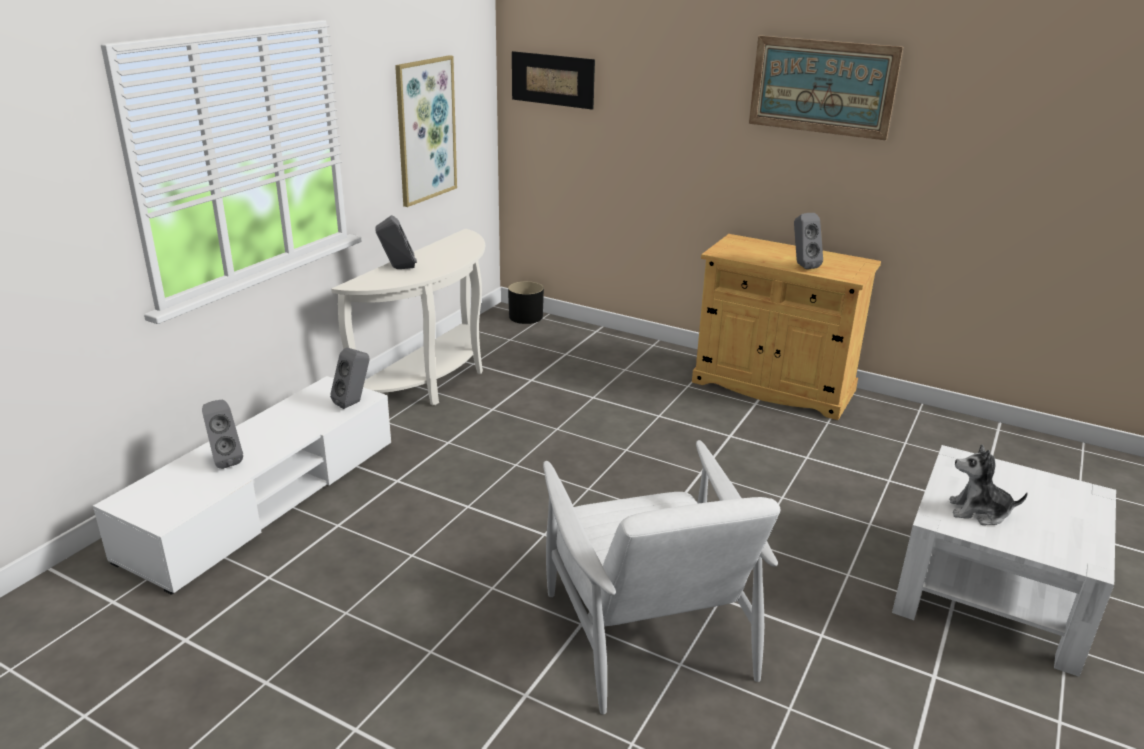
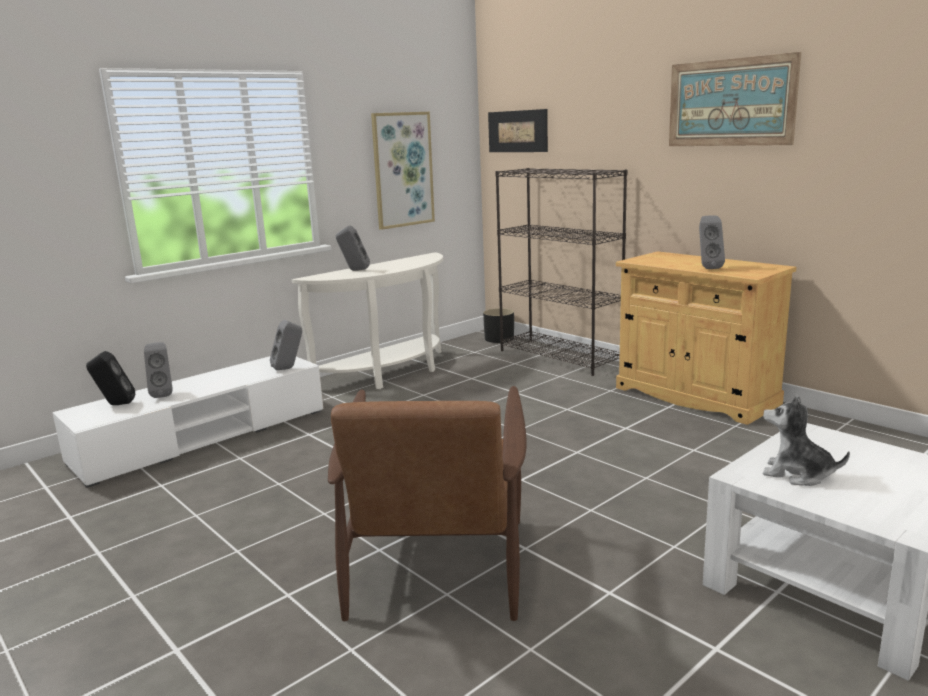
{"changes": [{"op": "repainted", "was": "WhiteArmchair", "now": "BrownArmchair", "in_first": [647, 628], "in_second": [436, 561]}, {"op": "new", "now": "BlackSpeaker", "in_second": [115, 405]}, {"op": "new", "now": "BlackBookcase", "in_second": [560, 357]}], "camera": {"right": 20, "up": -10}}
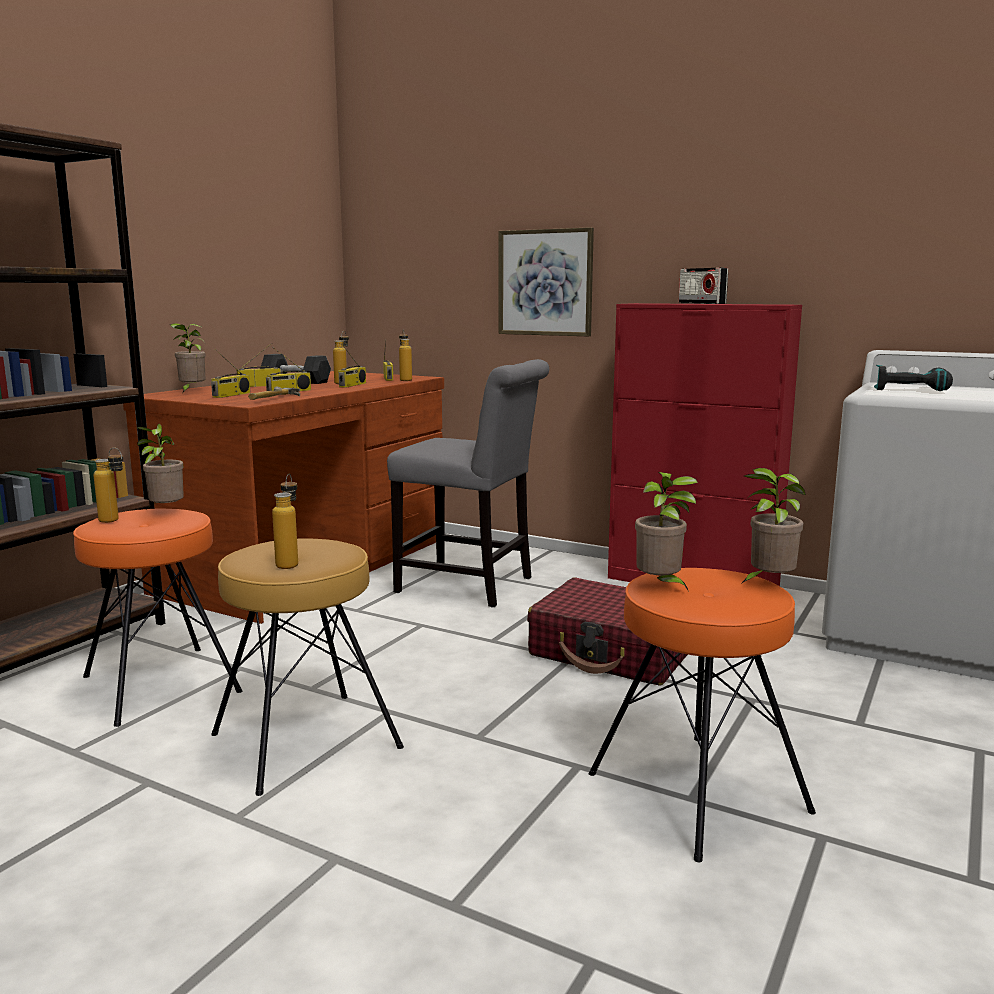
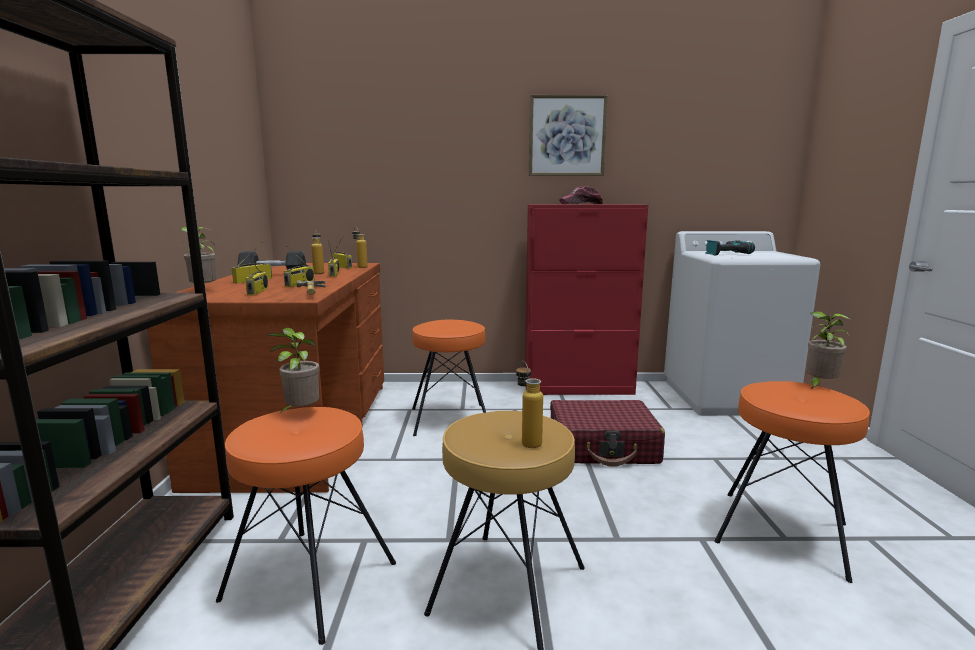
{"changes": [{"op": "gone", "was": "Bottle", "in_first": [115, 521]}, {"op": "swapped", "was": "GreyChair", "now": "OrangeStool", "in_first": [471, 586], "in_second": [450, 419]}, {"op": "shifted", "was": "Picture", "in_first": [545, 282], "in_second": [567, 136]}, {"op": "gone", "was": "PottedPlant", "in_first": [661, 587]}, {"op": "swapped", "was": "Radio", "now": "Cap", "in_first": [701, 303], "in_second": [581, 204]}], "camera": {"right": -30, "up": 0}}
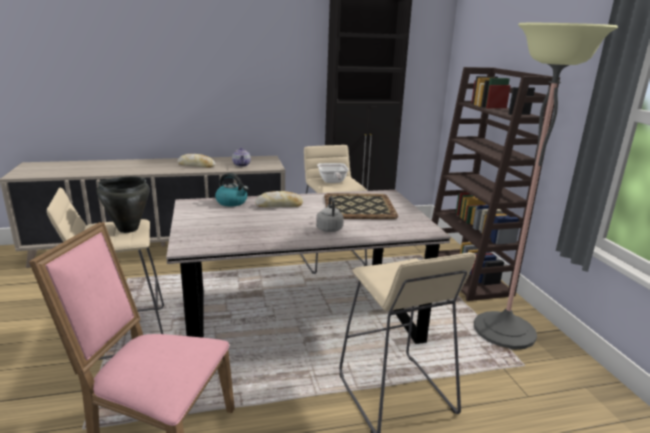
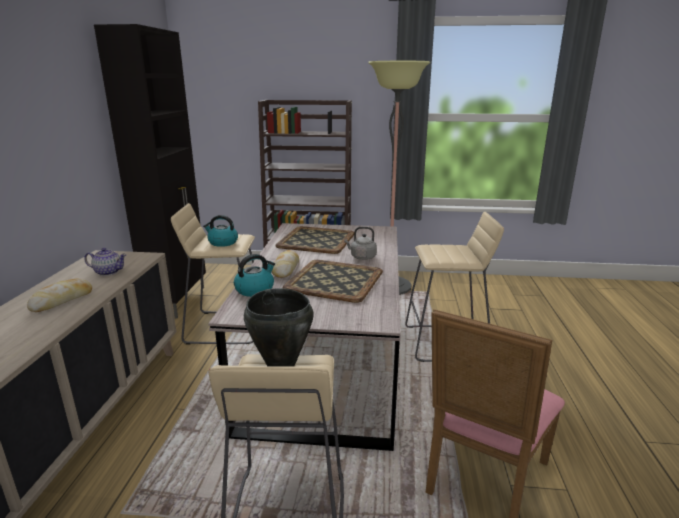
{"changes": [{"op": "swapped", "was": "FryingPan", "now": "Kettle", "in_first": [332, 182], "in_second": [222, 242]}, {"op": "new", "now": "Tray", "in_second": [334, 280]}], "camera": {"right": -70, "up": 0}}
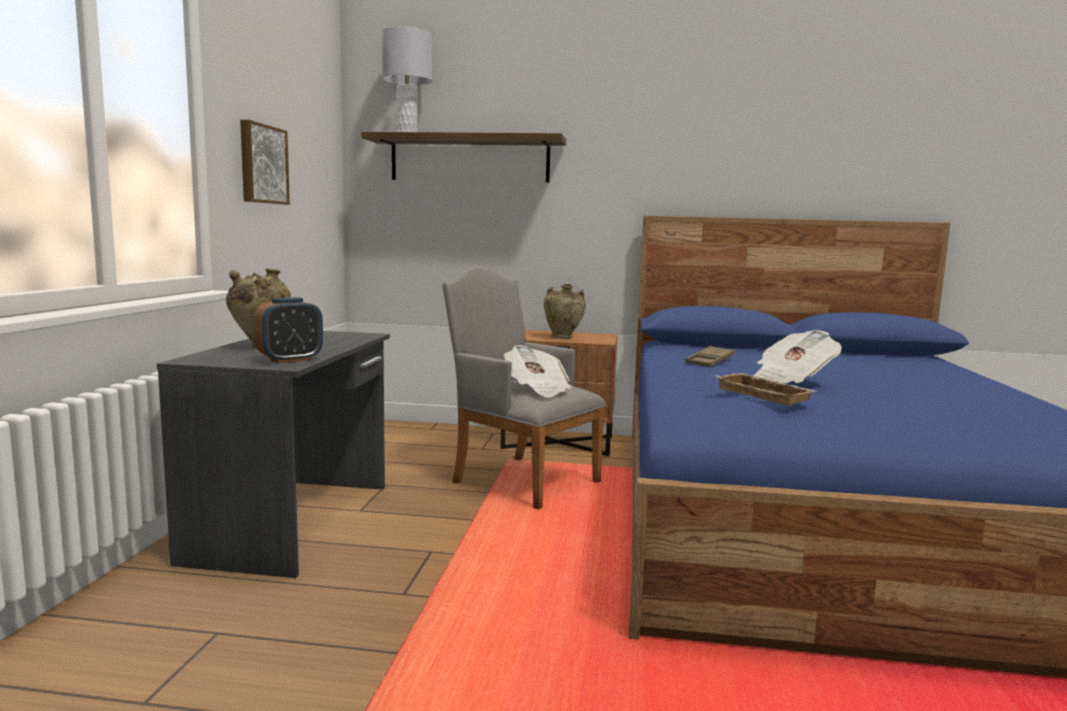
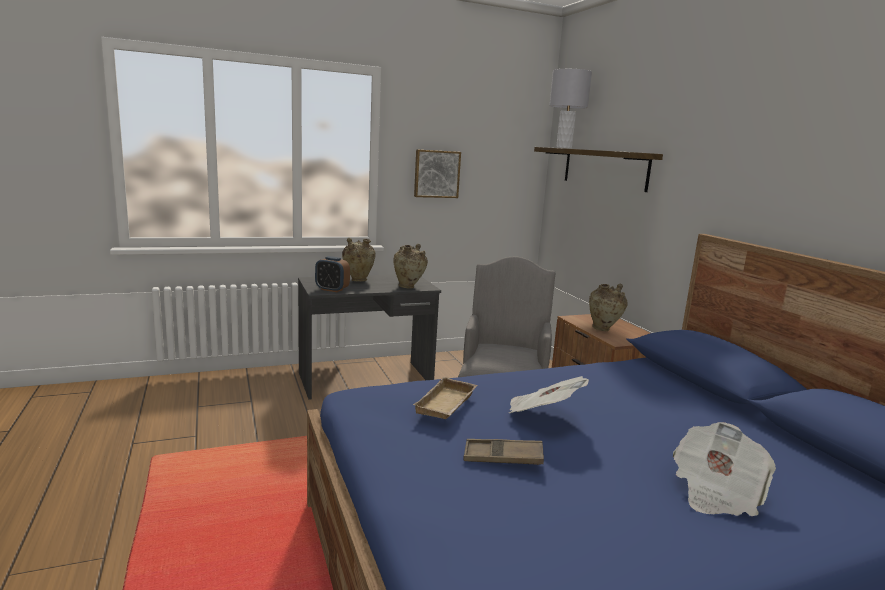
{"changes": [{"op": "shifted", "was": "Newspaper", "in_first": [537, 389], "in_second": [716, 492]}, {"op": "shifted", "was": "BrownTray", "in_first": [710, 361], "in_second": [503, 457]}, {"op": "new", "now": "BeigeVase", "in_second": [409, 287]}], "camera": {"right": 60, "up": 5}}
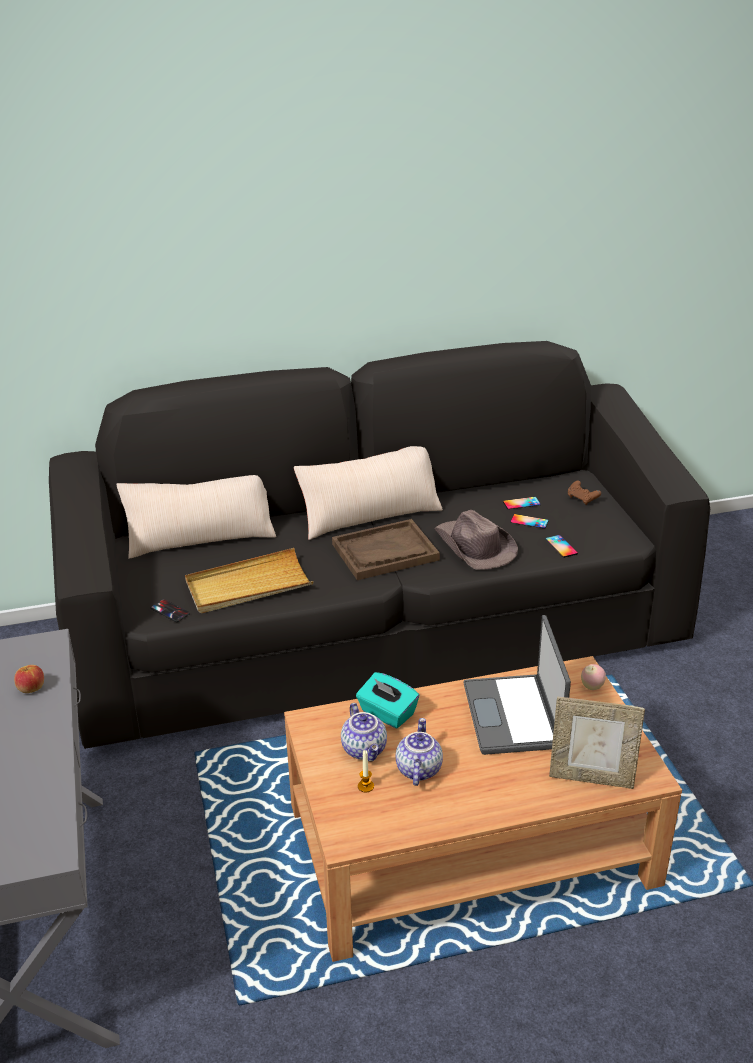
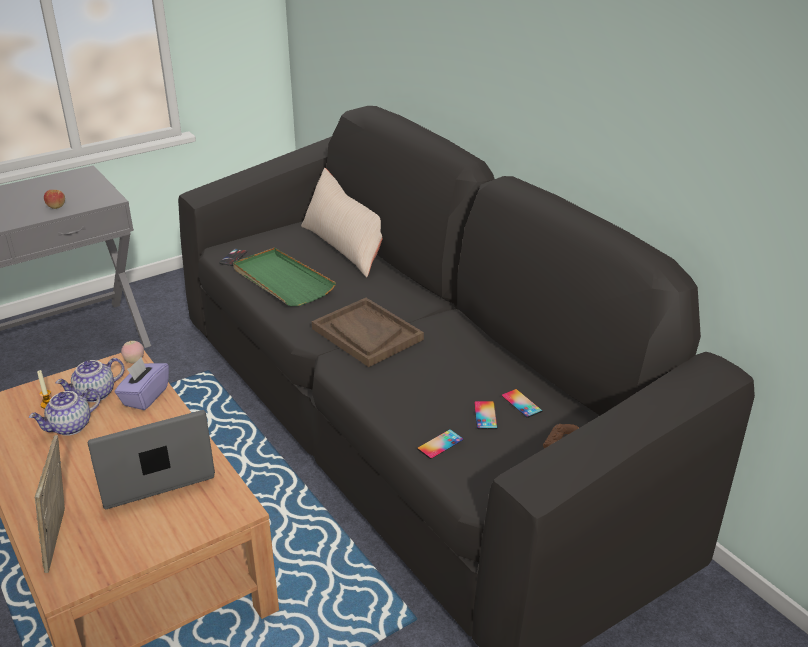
{"changes": [{"op": "repainted", "was": "BeigeTray", "now": "GreenTray", "in_first": [248, 585], "in_second": [282, 280]}, {"op": "gone", "was": "BeigePillow", "in_first": [370, 516]}, {"op": "repainted", "was": "TurquoiseTissueBox", "now": "PurpleTissueBox", "in_first": [387, 714], "in_second": [145, 396]}, {"op": "rotated", "was": "Teapot", "in_first": [417, 769], "in_second": [70, 427], "clockwise": 150}, {"op": "gone", "was": "BrownHat", "in_first": [474, 546]}, {"op": "shifted", "was": "Apple", "in_first": [592, 687], "in_second": [134, 361]}], "camera": {"right": 70, "up": 0}}
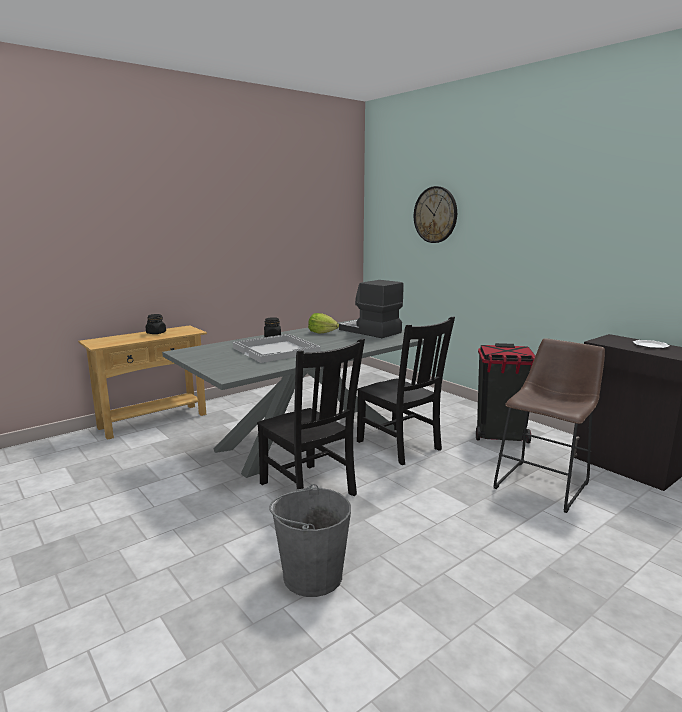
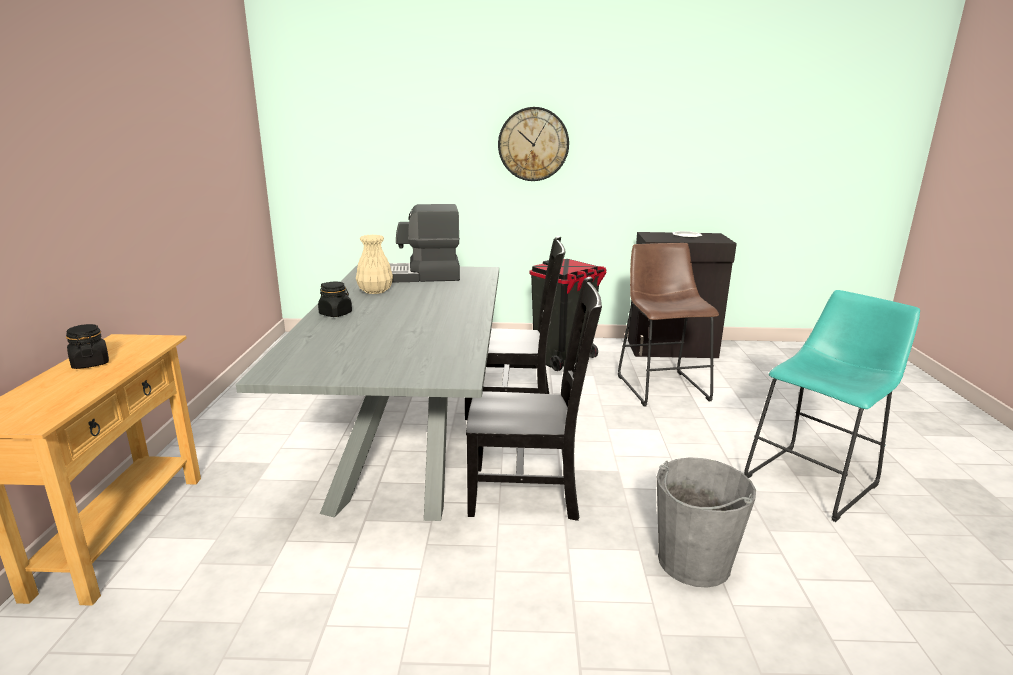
{"changes": [{"op": "gone", "was": "WhiteTray", "in_first": [277, 350]}, {"op": "swapped", "was": "Lettuce", "now": "BeigeVase", "in_first": [322, 332], "in_second": [374, 291]}, {"op": "shifted", "was": "WallClock", "in_first": [435, 215], "in_second": [533, 144]}, {"op": "new", "now": "TurquoiseStool", "in_second": [815, 479]}], "camera": {"right": -50, "up": 5}}
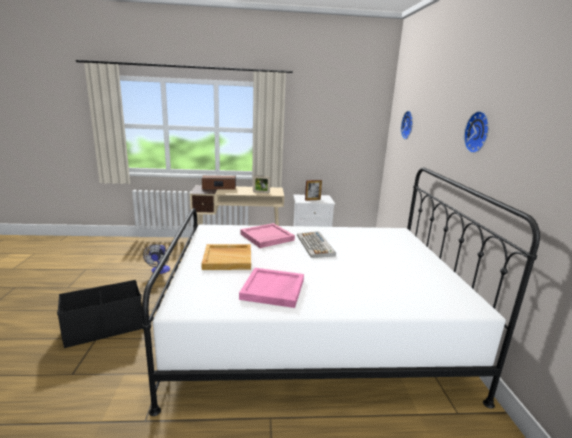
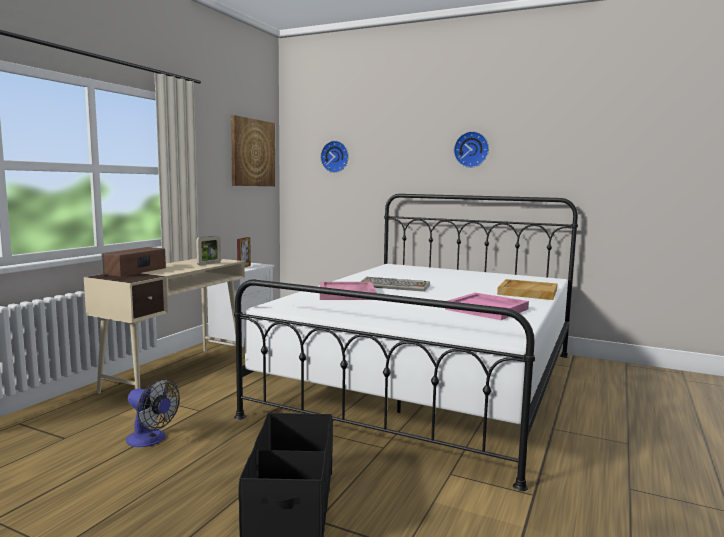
{"changes": [{"op": "shifted", "was": "BeigeTray", "in_first": [228, 259], "in_second": [527, 292]}, {"op": "new", "now": "Picture", "in_second": [252, 153]}], "camera": {"right": -60, "up": -10}}
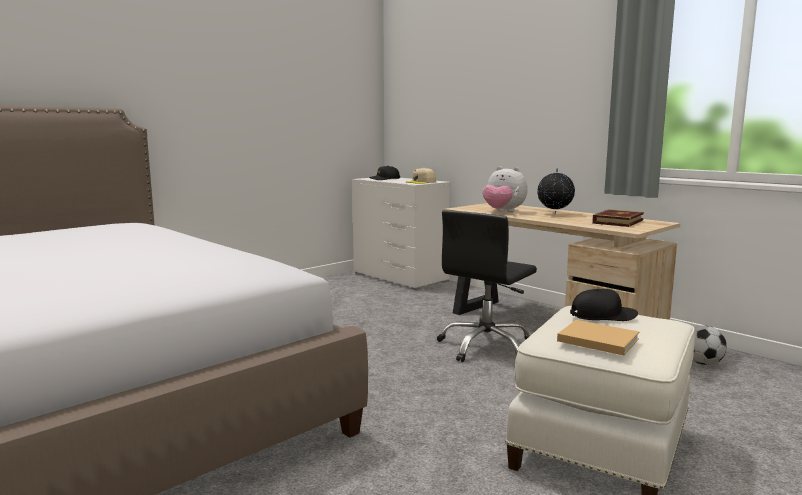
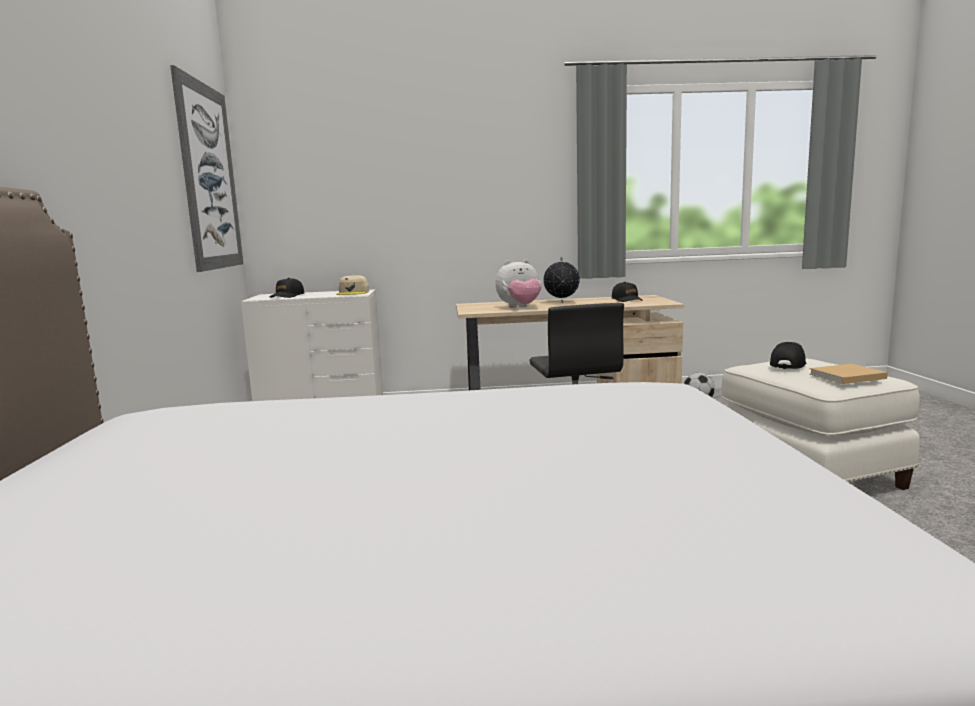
{"changes": [{"op": "swapped", "was": "Book", "now": "BlackCap", "in_first": [618, 221], "in_second": [627, 300]}, {"op": "new", "now": "Picture", "in_second": [209, 177]}], "camera": {"right": -50, "up": 0}}
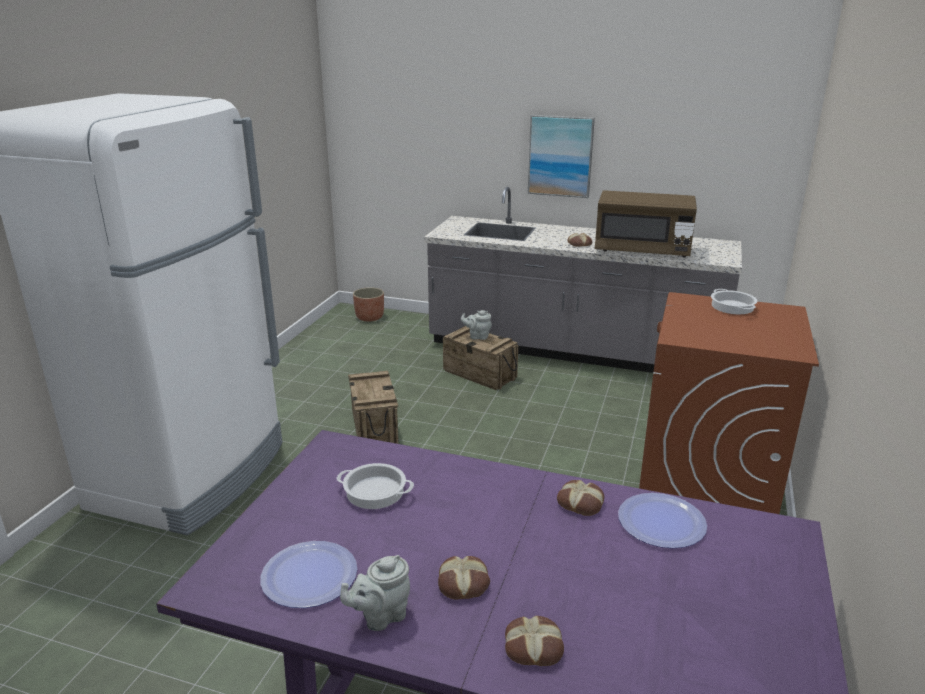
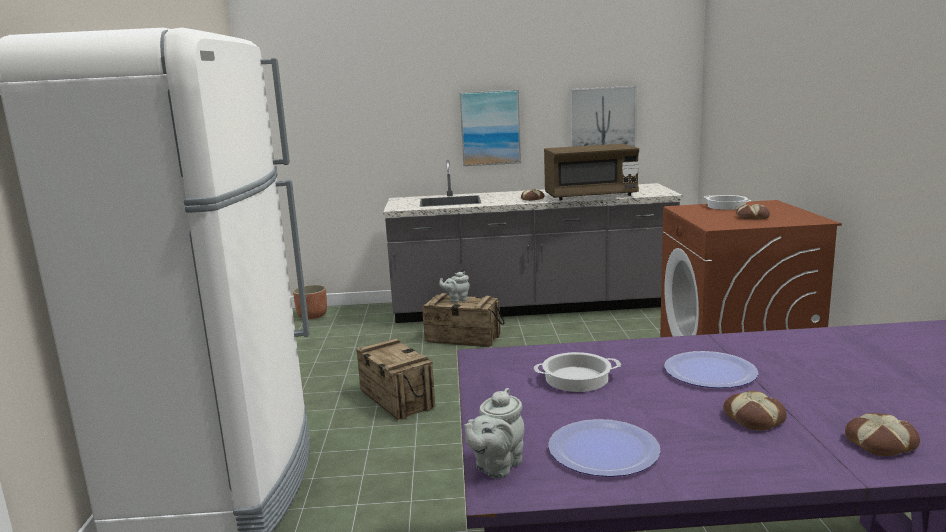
{"changes": [{"op": "shifted", "was": "GreyTeapot", "in_first": [380, 616], "in_second": [496, 466]}, {"op": "shifted", "was": "Bread", "in_first": [581, 502], "in_second": [752, 217]}, {"op": "shifted", "was": "Plate", "in_first": [661, 522], "in_second": [710, 372]}, {"op": "new", "now": "Picture", "in_second": [602, 121]}], "camera": {"right": -20, "up": -10}}
